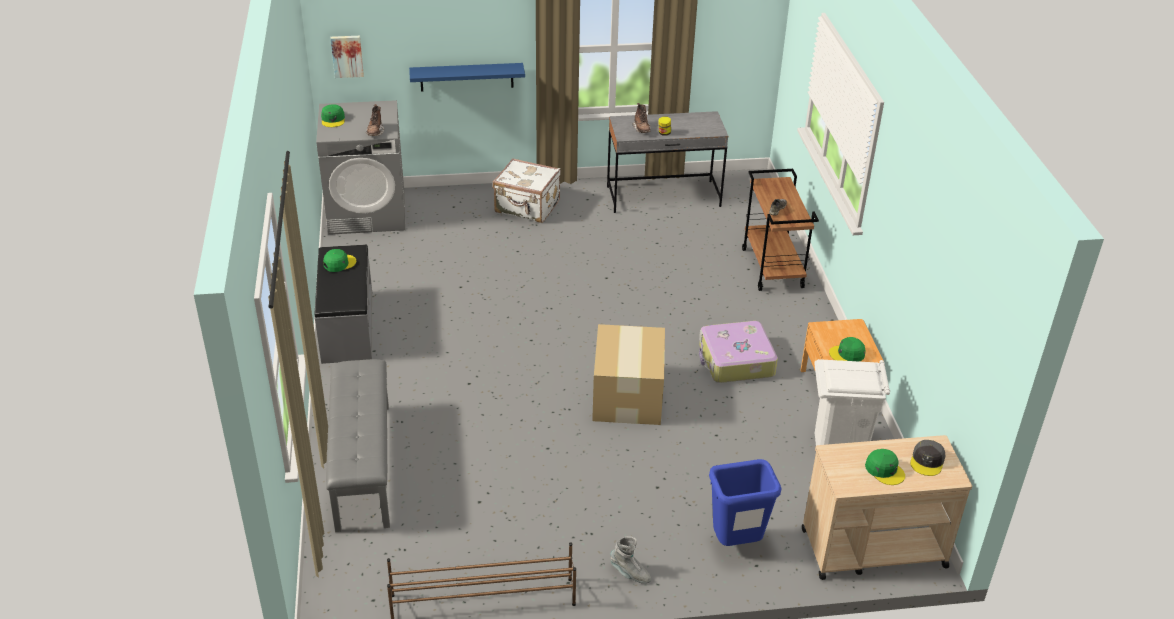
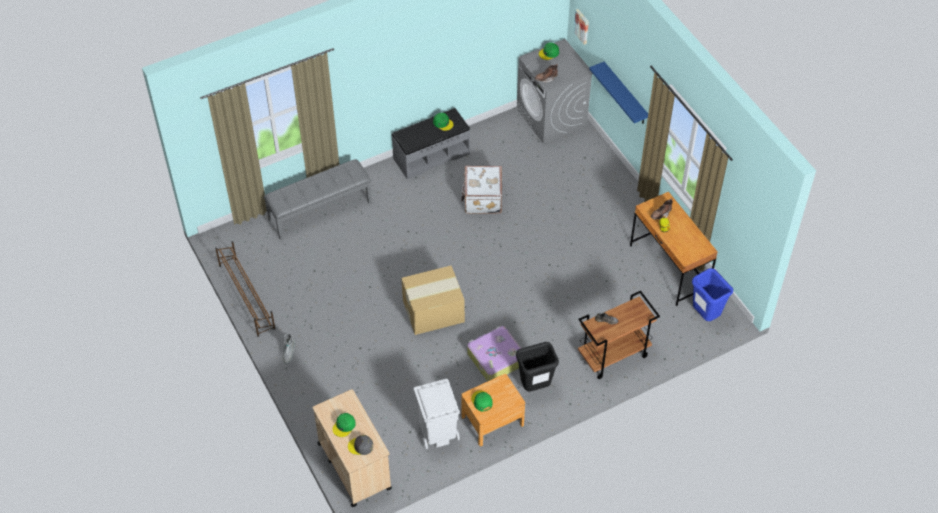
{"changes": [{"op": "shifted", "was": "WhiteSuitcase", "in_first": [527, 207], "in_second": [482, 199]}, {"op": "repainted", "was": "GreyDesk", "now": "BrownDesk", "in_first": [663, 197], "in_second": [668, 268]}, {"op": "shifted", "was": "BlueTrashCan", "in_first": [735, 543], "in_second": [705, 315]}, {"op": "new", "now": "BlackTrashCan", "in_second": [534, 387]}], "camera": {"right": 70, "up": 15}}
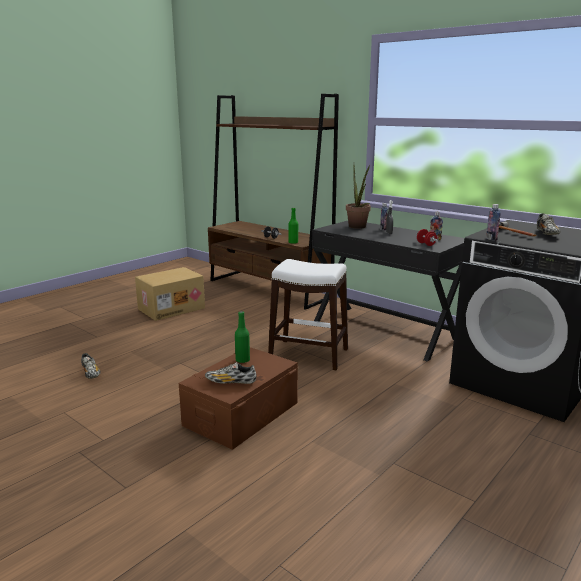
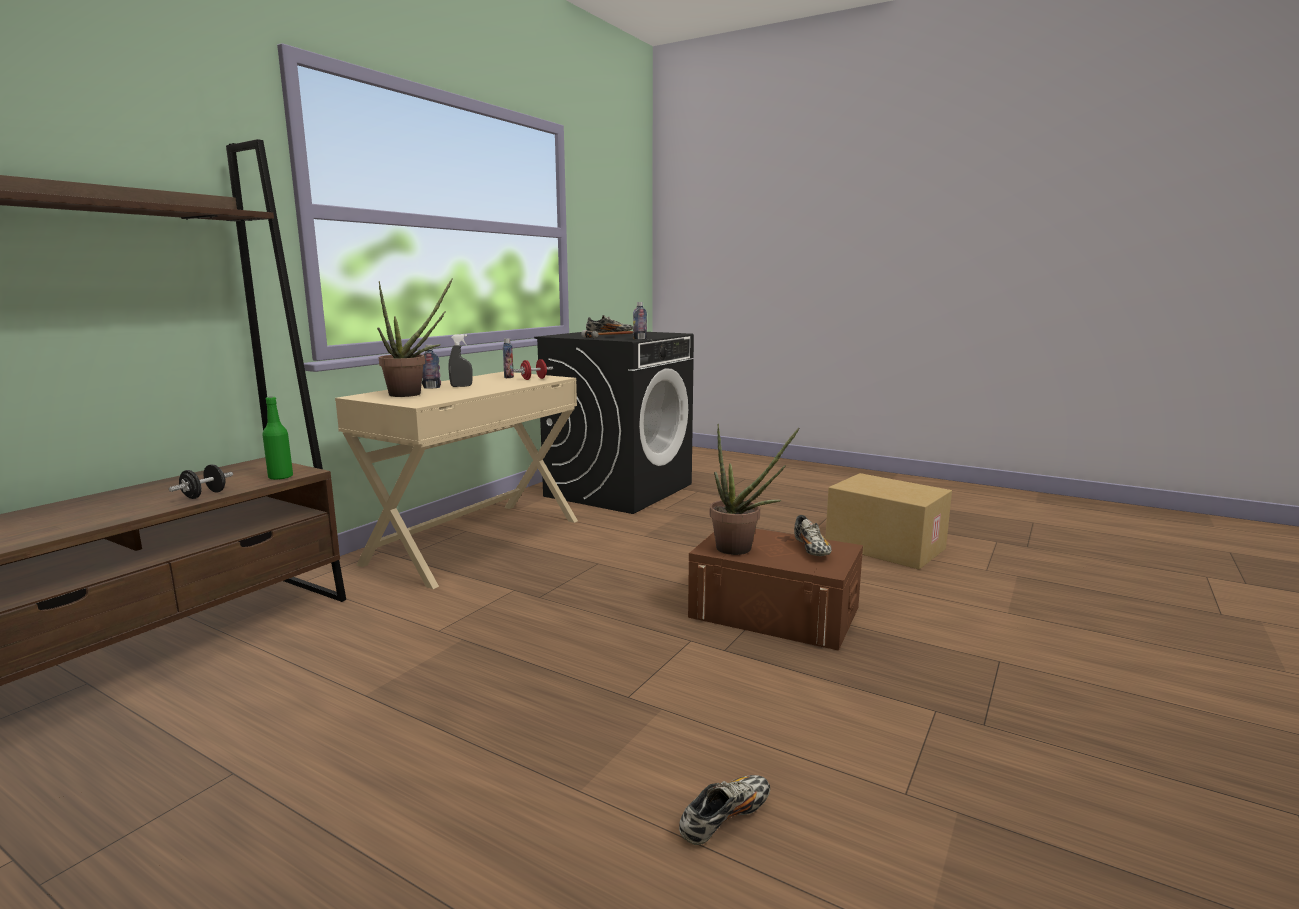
{"changes": [{"op": "shifted", "was": "CardboardBox", "in_first": [171, 308], "in_second": [883, 547]}, {"op": "swapped", "was": "GreenBottle", "now": "PottedPlant", "in_first": [242, 360], "in_second": [741, 550]}, {"op": "gone", "was": "WhiteStool", "in_first": [308, 355]}, {"op": "repainted", "was": "BlackDesk", "now": "BeigeDesk", "in_first": [384, 331], "in_second": [475, 541]}], "camera": {"right": -100, "up": -5}}
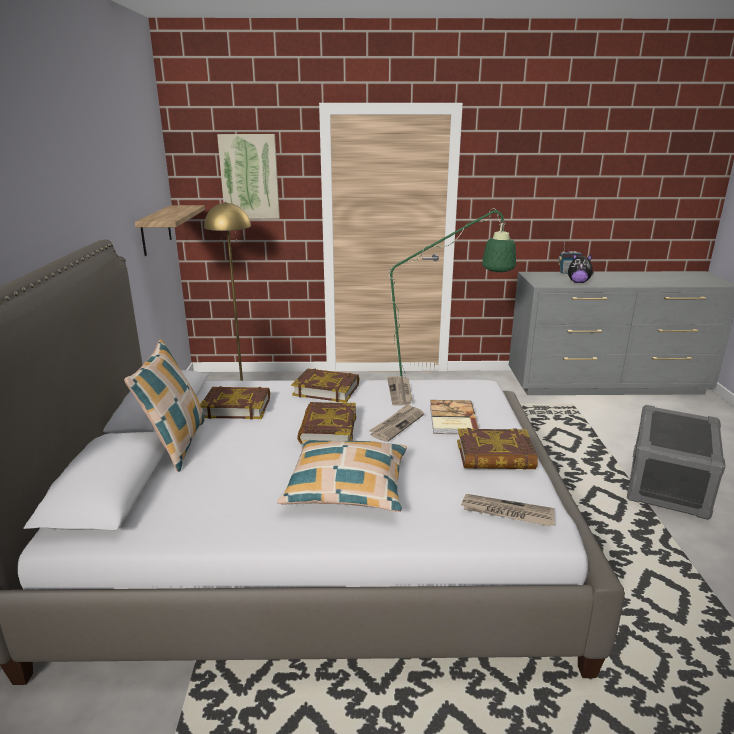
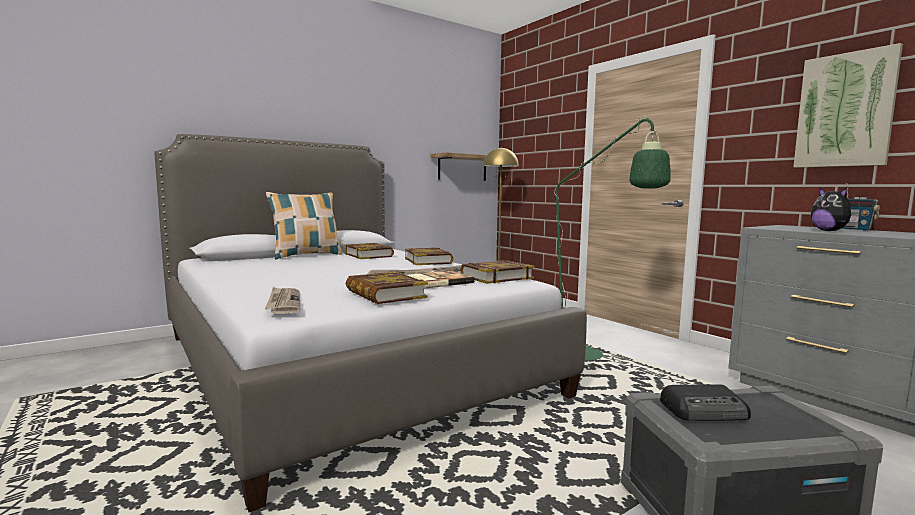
{"changes": [{"op": "shifted", "was": "Picture", "in_first": [249, 177], "in_second": [845, 110]}, {"op": "gone", "was": "Pillow", "in_first": [347, 486]}, {"op": "shifted", "was": "Book", "in_first": [327, 429], "in_second": [496, 277]}, {"op": "new", "now": "Radio", "in_second": [705, 410]}], "camera": {"right": 55, "up": -15}}
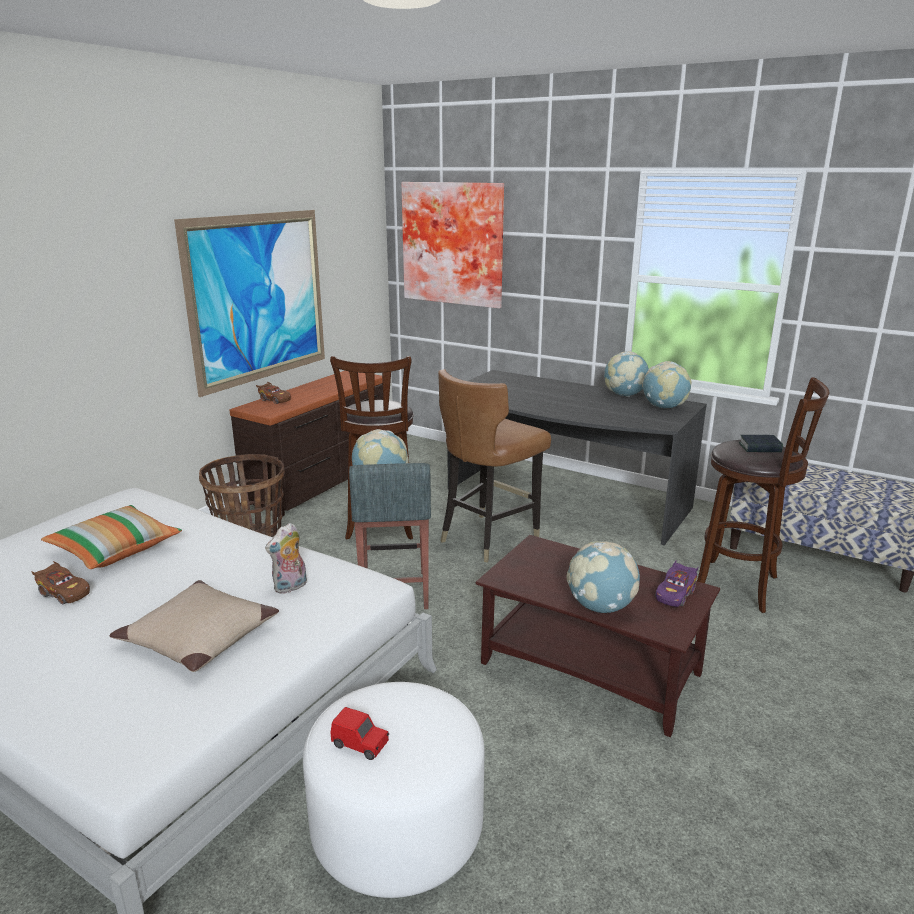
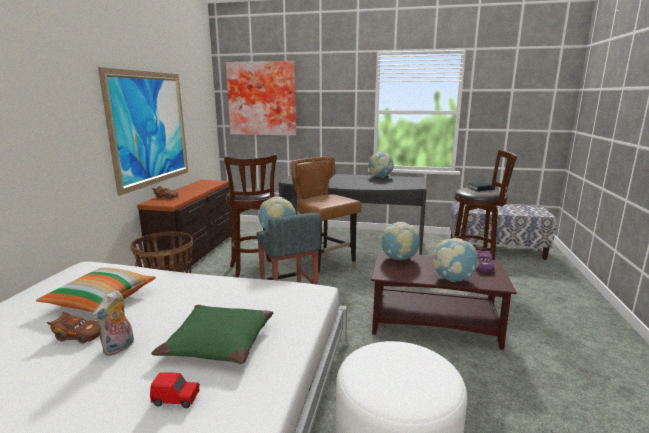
{"changes": [{"op": "repainted", "was": "BeigePillow", "now": "GreenPillow", "in_first": [198, 637], "in_second": [218, 343]}, {"op": "shifted", "was": "PlushToy", "in_first": [290, 587], "in_second": [119, 348]}, {"op": "shifted", "was": "RedToyCar", "in_first": [360, 745], "in_second": [176, 399]}, {"op": "rotated", "was": "BrownChair", "in_first": [488, 538], "in_second": [324, 267], "clockwise": 120}, {"op": "shifted", "was": "Globe", "in_first": [664, 407], "in_second": [399, 259]}], "camera": {"right": -20, "up": -5}}
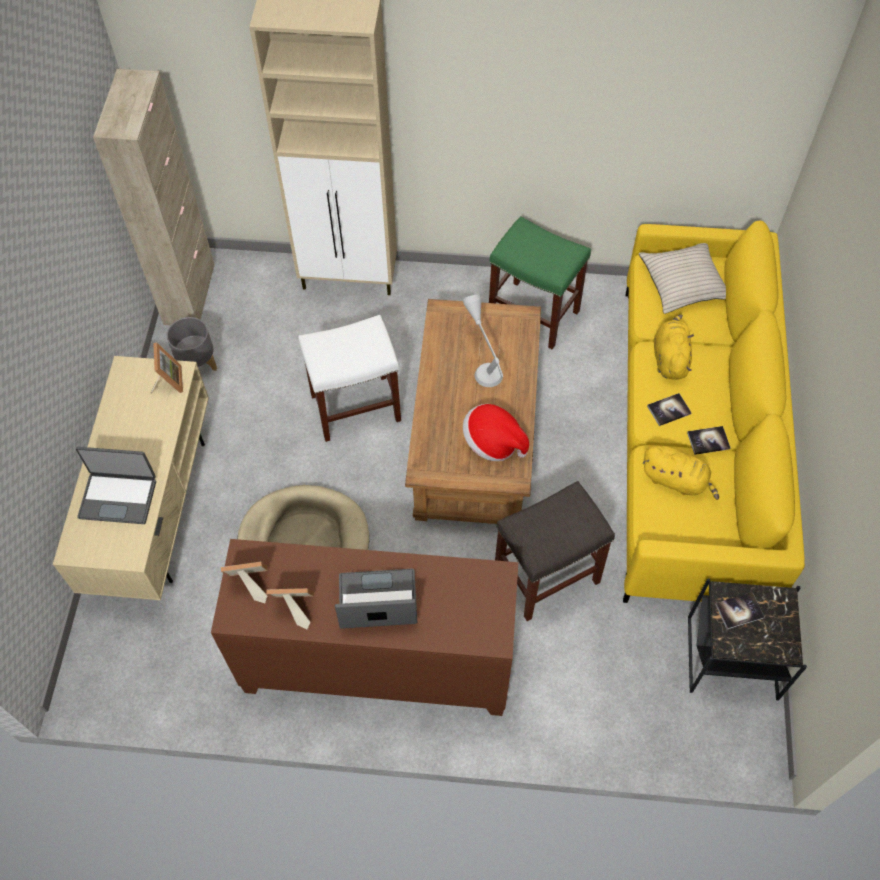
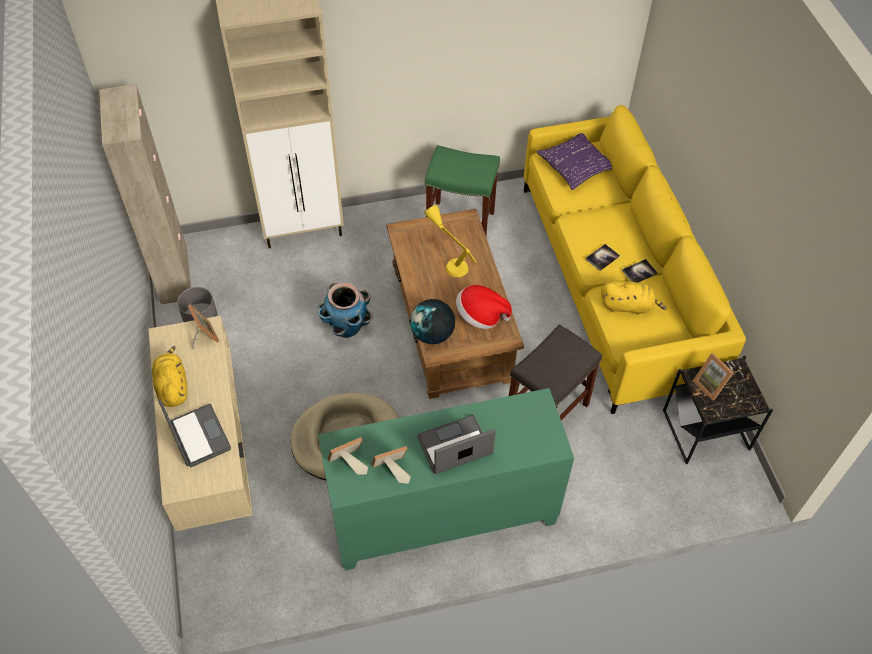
{"changes": [{"op": "rotated", "was": "Laptop", "in_first": [118, 497], "in_second": [198, 436], "clockwise": -105}, {"op": "repainted", "was": "BrownCabinet", "now": "GreenCabinet", "in_first": [377, 663], "in_second": [443, 515]}, {"op": "swapped", "was": "WhiteStool", "now": "Planter", "in_first": [354, 408], "in_second": [347, 328]}, {"op": "repainted", "was": "GreyTableLamp", "now": "YellowTableLamp", "in_first": [483, 363], "in_second": [449, 260]}, {"op": "repainted", "was": "BeigePillow", "now": "PurplePillow", "in_first": [683, 283], "in_second": [576, 166]}, {"op": "shifted", "was": "YellowPlushToy", "in_first": [670, 358], "in_second": [172, 387]}, {"op": "swapped", "was": "Book", "now": "PictureFrame", "in_first": [739, 611], "in_second": [710, 385]}, {"op": "new", "now": "Globe", "in_second": [432, 334]}], "camera": {"right": -20, "up": -5}}
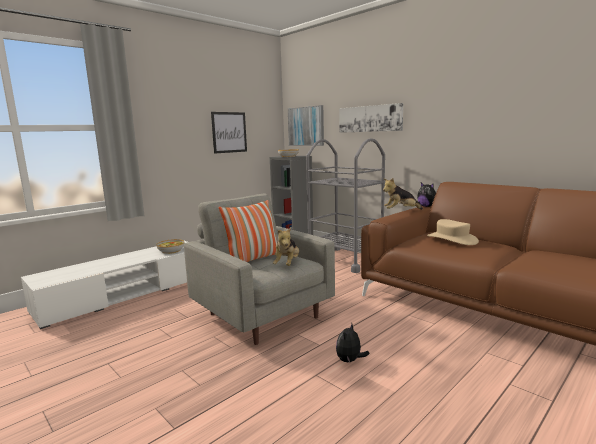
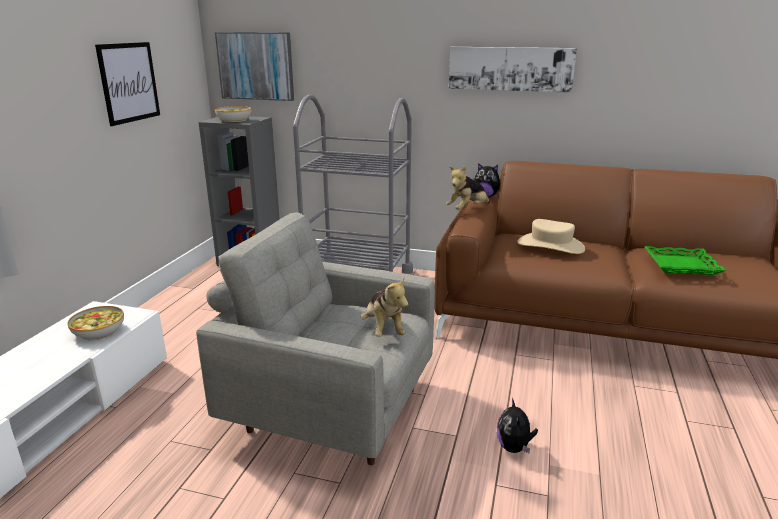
{"changes": [{"op": "gone", "was": "Pillow", "in_first": [253, 259]}, {"op": "shifted", "was": "Picture", "in_first": [370, 118], "in_second": [510, 68]}, {"op": "new", "now": "GreenTray", "in_second": [681, 265]}], "camera": {"right": -30, "up": 10}}
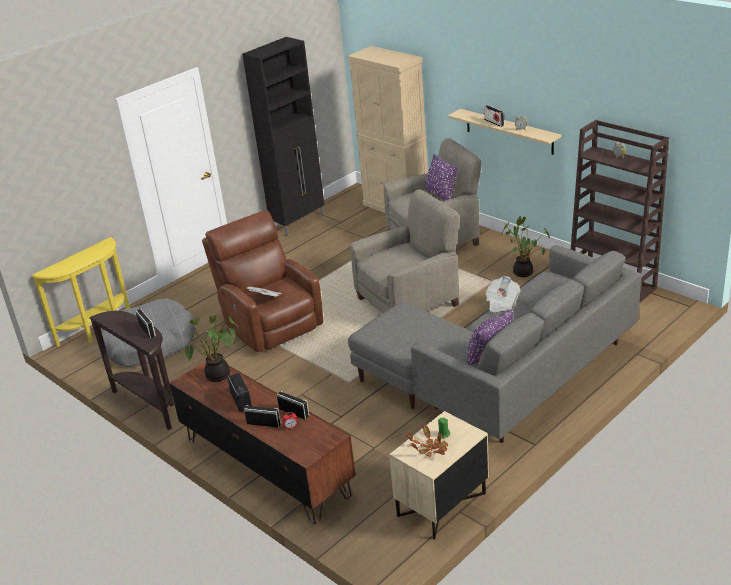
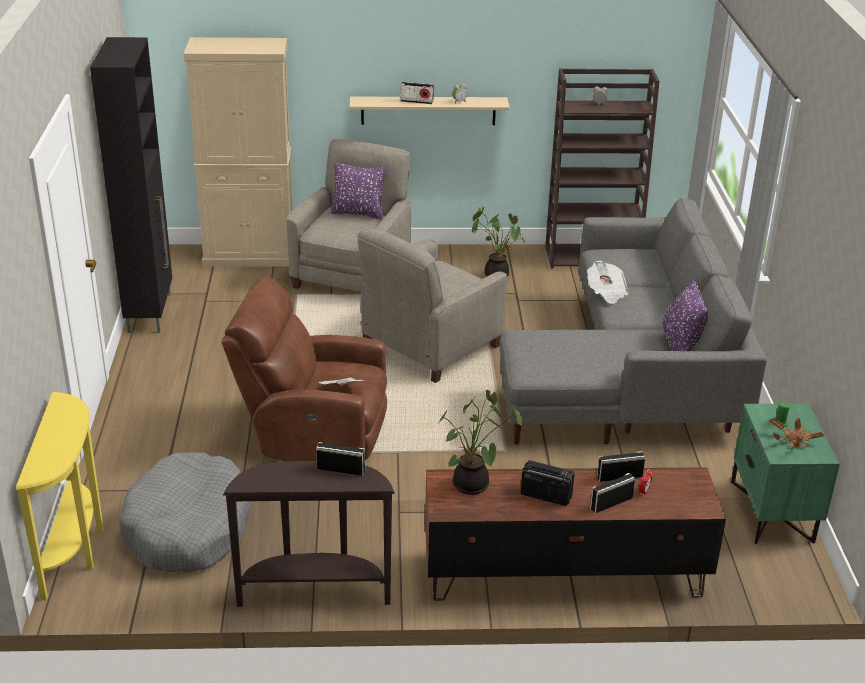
{"changes": [{"op": "rotated", "was": "BeigeArmchair", "in_first": [409, 301], "in_second": [430, 346], "clockwise": -150}, {"op": "repainted", "was": "BeigeNightstand", "now": "GreenNightstand", "in_first": [442, 505], "in_second": [773, 512]}], "camera": {"right": -50, "up": 0}}
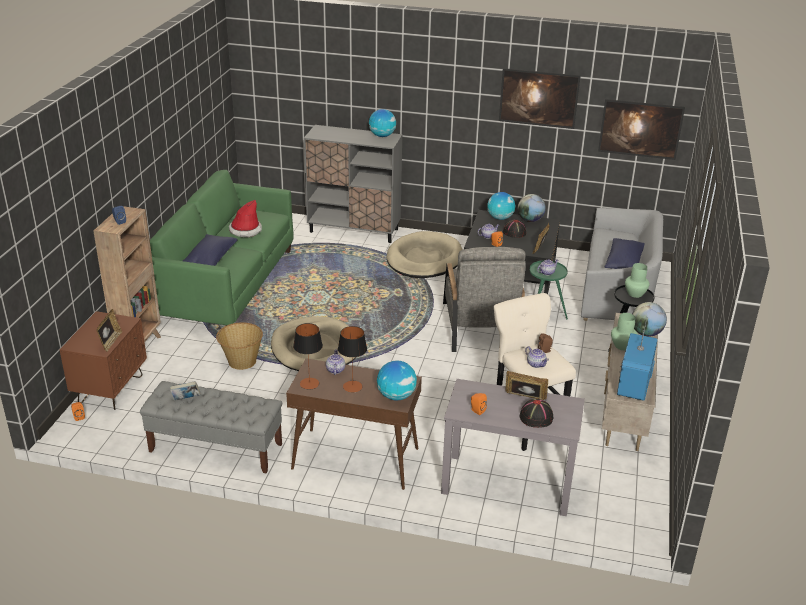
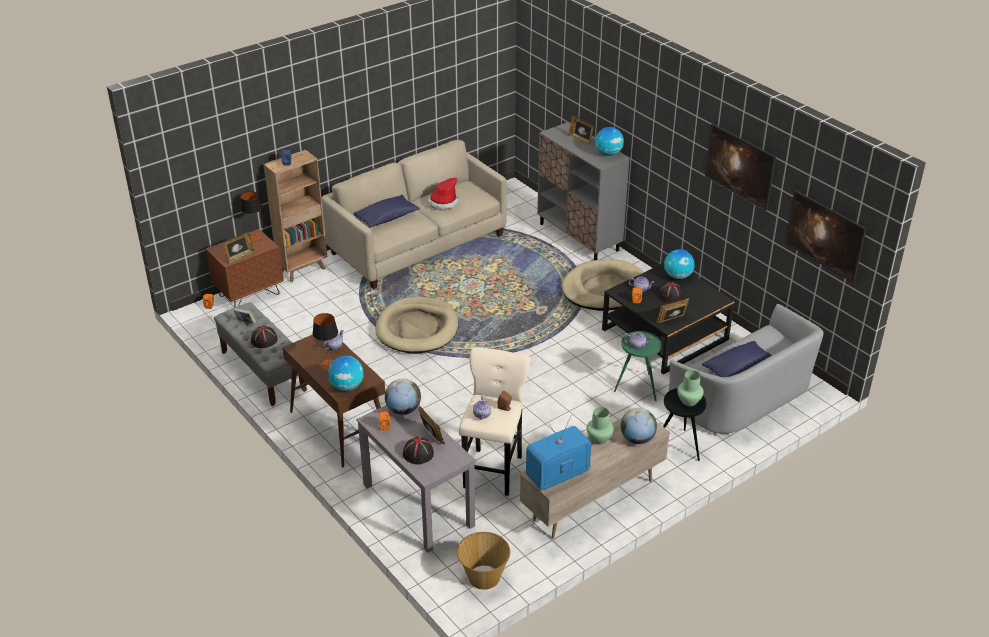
{"changes": [{"op": "repainted", "was": "GreenSofa", "now": "BeigeSofa", "in_first": [224, 284], "in_second": [417, 244]}, {"op": "shifted", "was": "Basket", "in_first": [241, 361], "in_second": [483, 577]}, {"op": "shifted", "was": "TableLamp", "in_first": [309, 383], "in_second": [255, 237]}, {"op": "gone", "was": "GreyArmchair", "in_first": [480, 326]}, {"op": "shifted", "was": "Globe", "in_first": [530, 220], "in_second": [403, 410]}, {"op": "new", "now": "BlackHat", "in_second": [264, 340]}, {"op": "new", "now": "PictureFrame", "in_second": [581, 140]}], "camera": {"right": 40, "up": 5}}
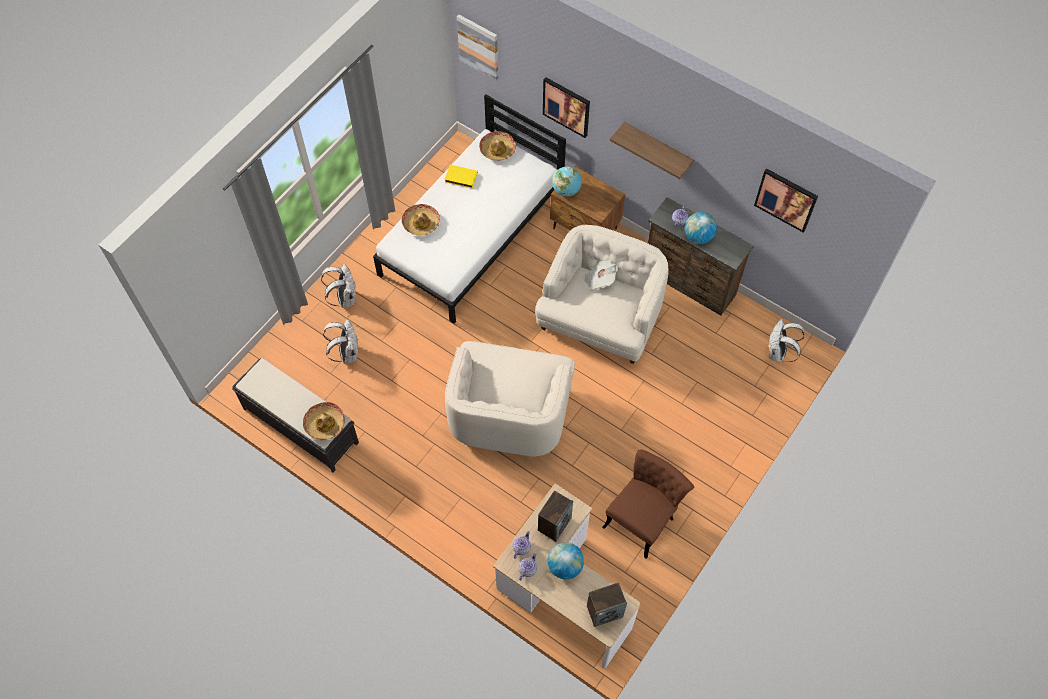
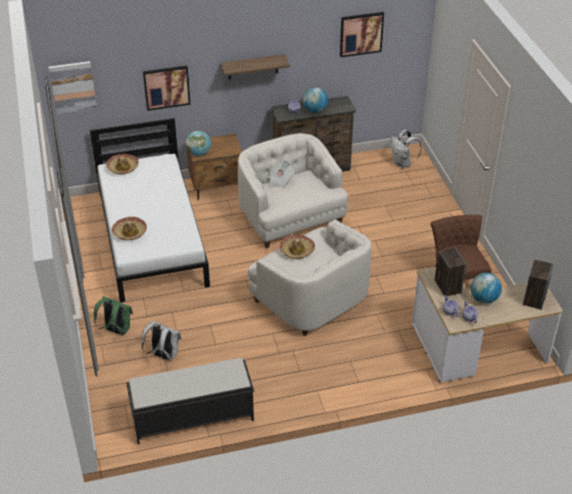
{"changes": [{"op": "shifted", "was": "Hat", "in_first": [325, 424], "in_second": [297, 250]}, {"op": "repainted", "was": "WhiteBackpack", "now": "GreenBackpack", "in_first": [344, 298], "in_second": [116, 330]}, {"op": "gone", "was": "YellowBook", "in_first": [460, 178]}], "camera": {"right": -50, "up": -20}}
